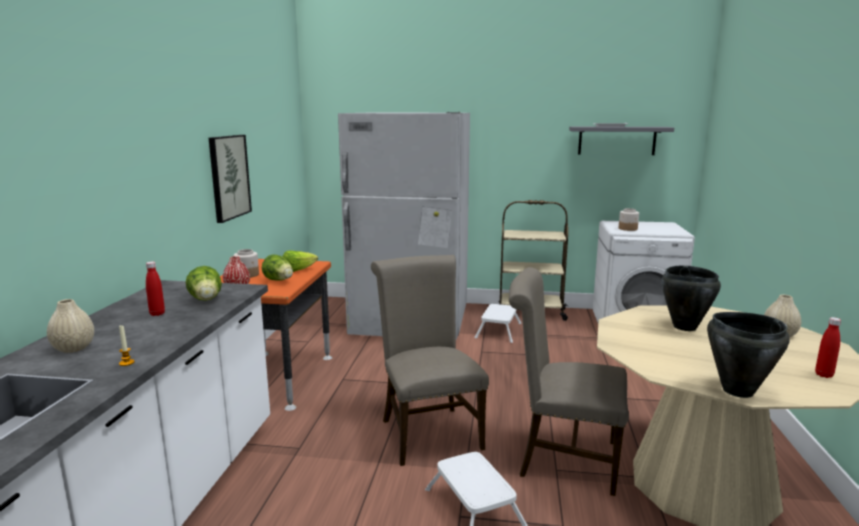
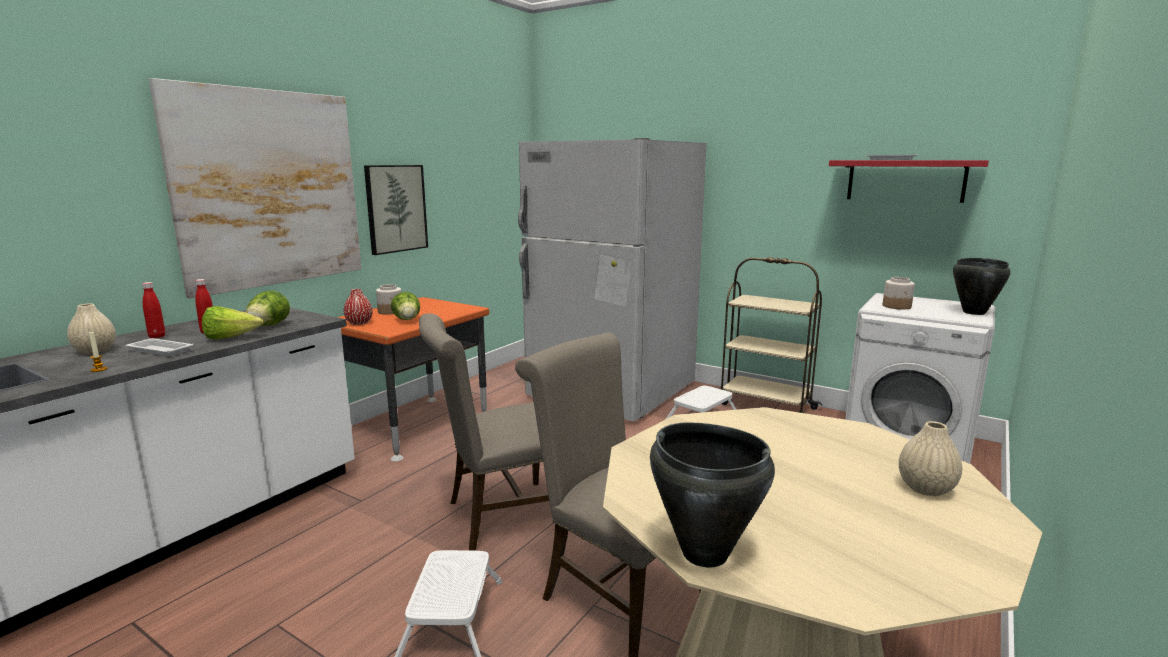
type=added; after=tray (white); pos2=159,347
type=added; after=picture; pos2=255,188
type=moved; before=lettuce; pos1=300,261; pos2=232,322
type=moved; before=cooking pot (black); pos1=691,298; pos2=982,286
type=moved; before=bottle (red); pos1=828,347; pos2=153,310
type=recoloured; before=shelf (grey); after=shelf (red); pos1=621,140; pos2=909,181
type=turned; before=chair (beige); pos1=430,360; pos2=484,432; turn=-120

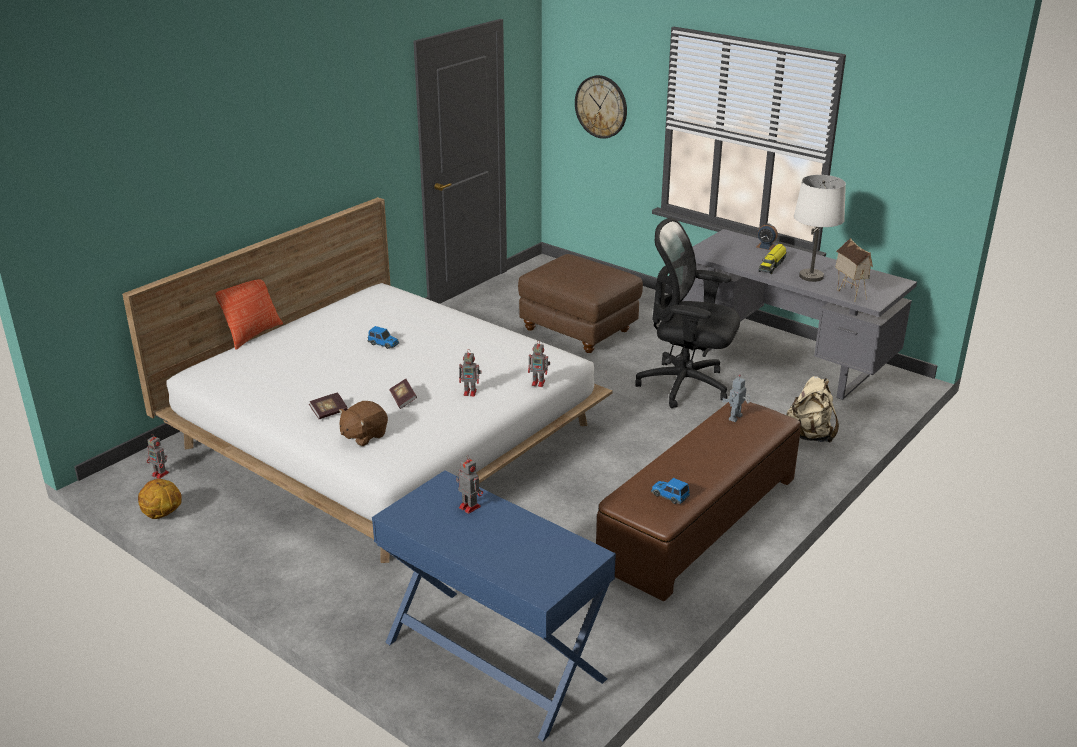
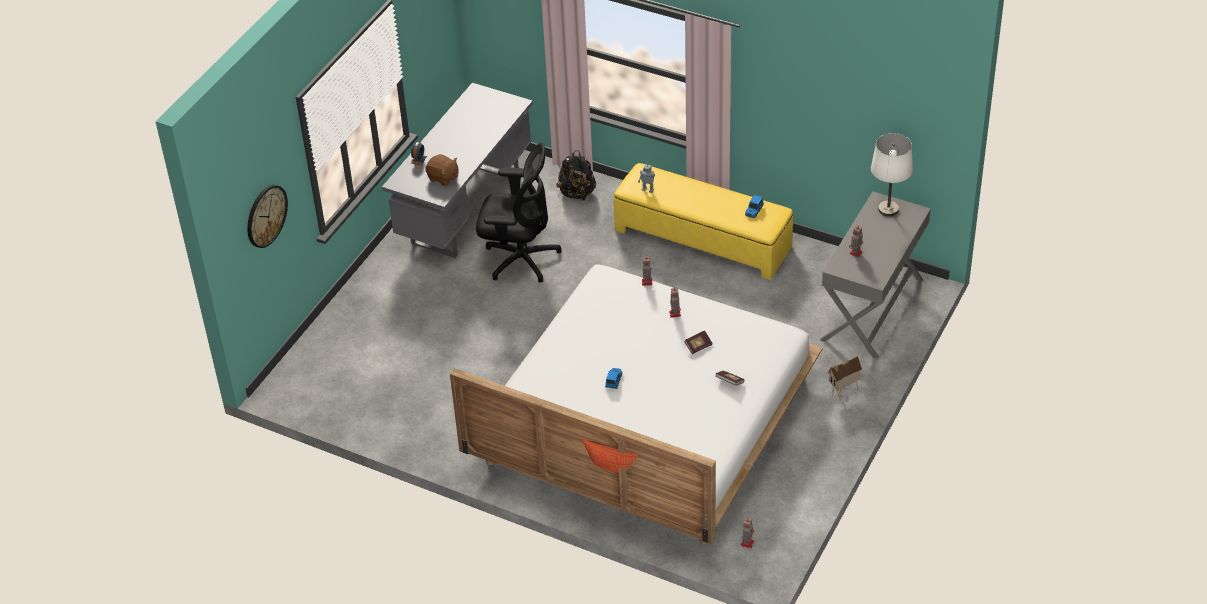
type=removed; before=basketball; pos1=160,499
type=removed; before=ottoman (brown); pos1=580,303
type=removed; before=toy truck; pos1=772,259
type=moved; before=plush toy (brown); pos1=363,423; pos2=442,170
type=moved; before=table lamp (white); pos1=820,228; pos2=892,174
type=moved; before=toy house; pos1=854,270; pos2=845,378
type=recoloured; before=console table (blue); after=console table (grey); pos1=494,605; pos2=875,275
type=recoloured; before=bench (brown); after=bench (yellow); pos1=698,500; pos2=703,221
type=recoloured; before=backpack (beige); after=backpack (black); pos1=812,409; pos2=576,175
type=turned; before=office chair (black); pos1=687,313; pos2=518,213; turn=-90

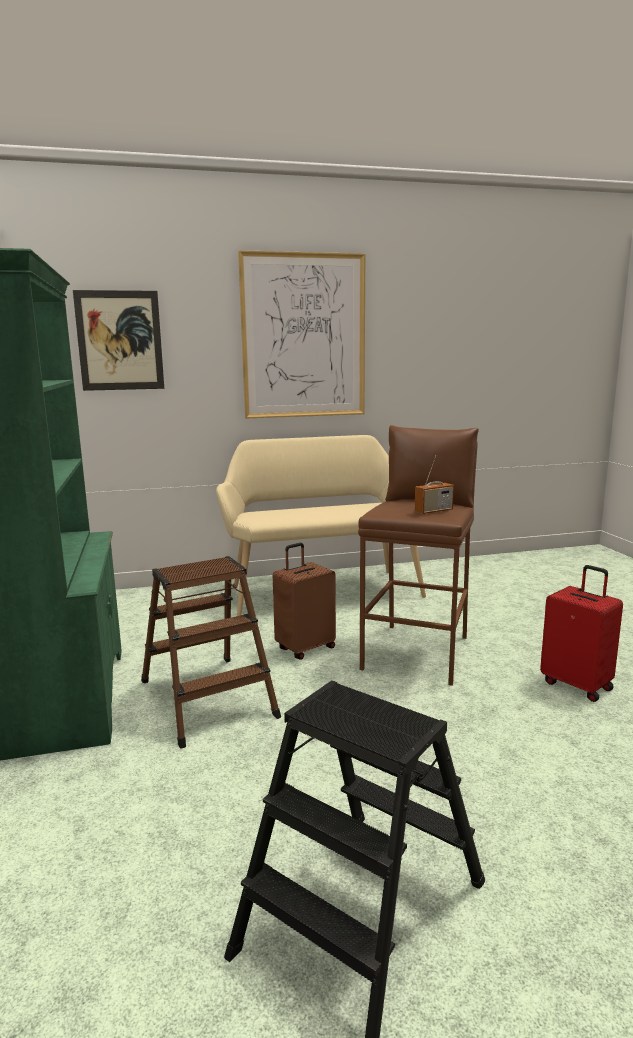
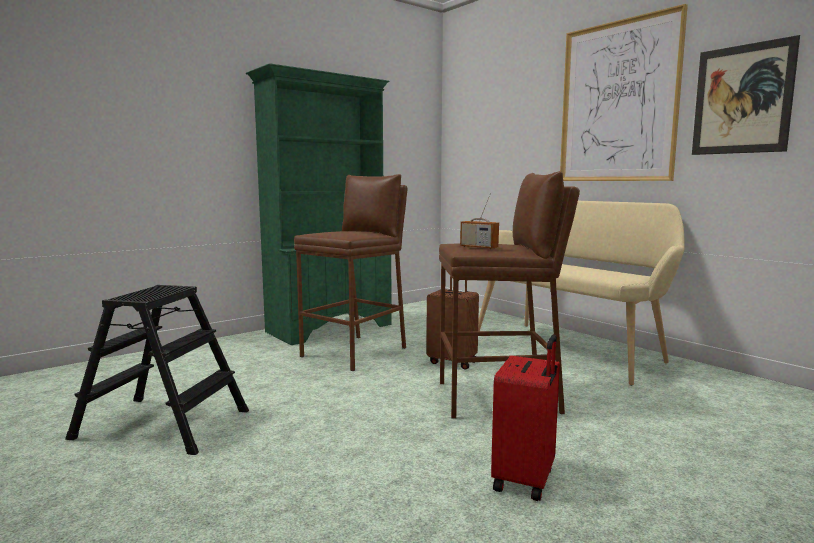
type=moved; before=picture; pos1=118,340; pos2=746,95
type=replaced; before=step ladder (brown); after=stool (brown); pos1=211,652; pos2=351,272

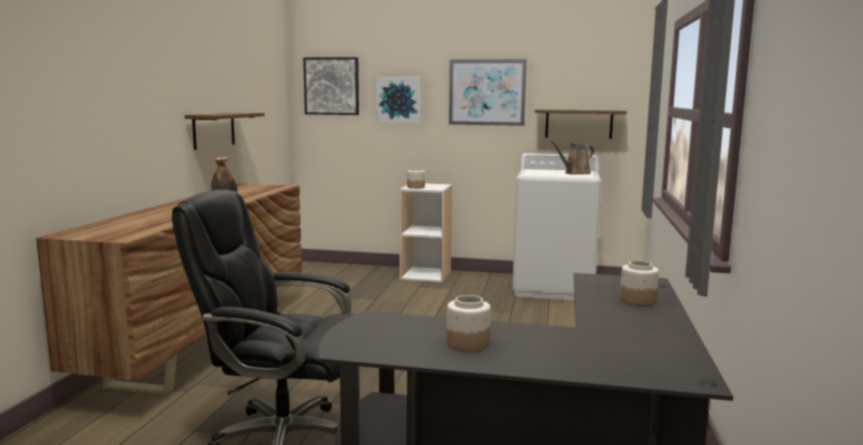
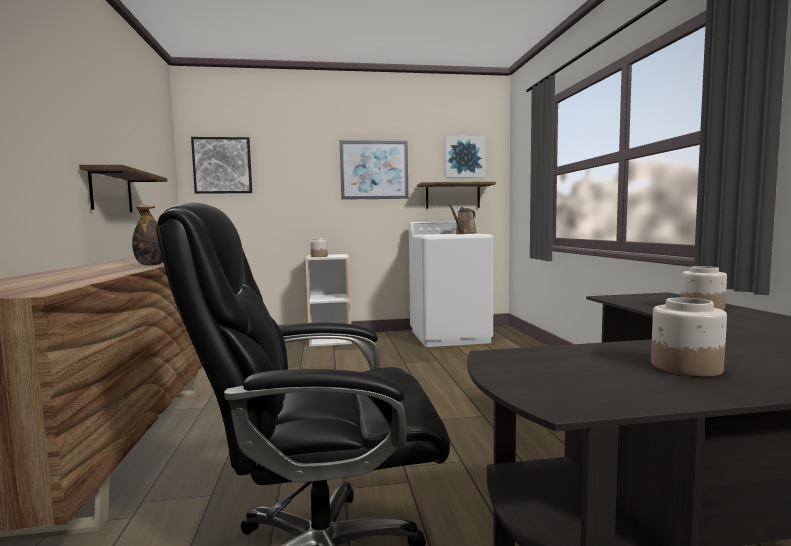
type=moved; before=picture; pos1=399,100; pos2=465,156

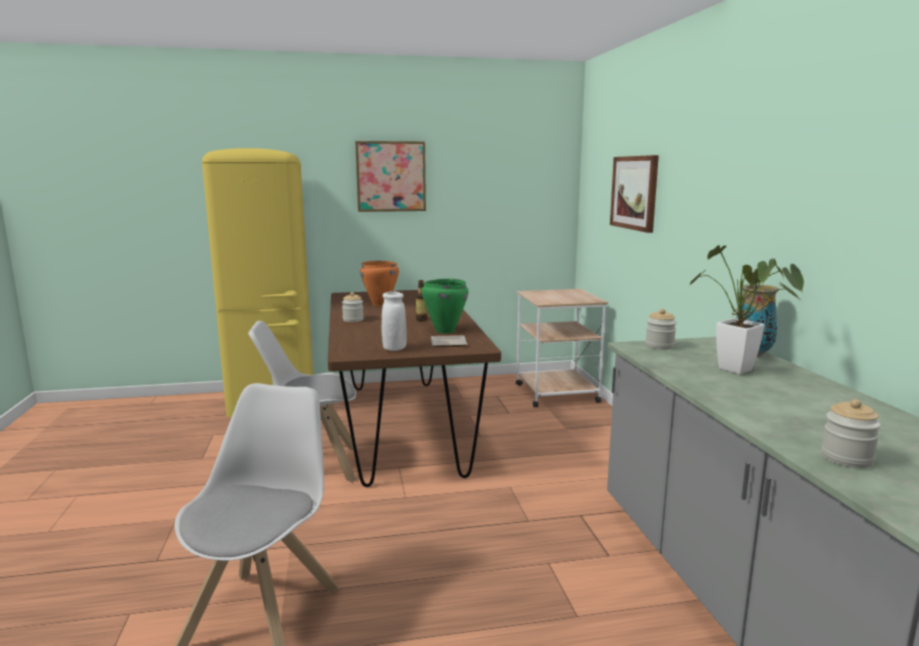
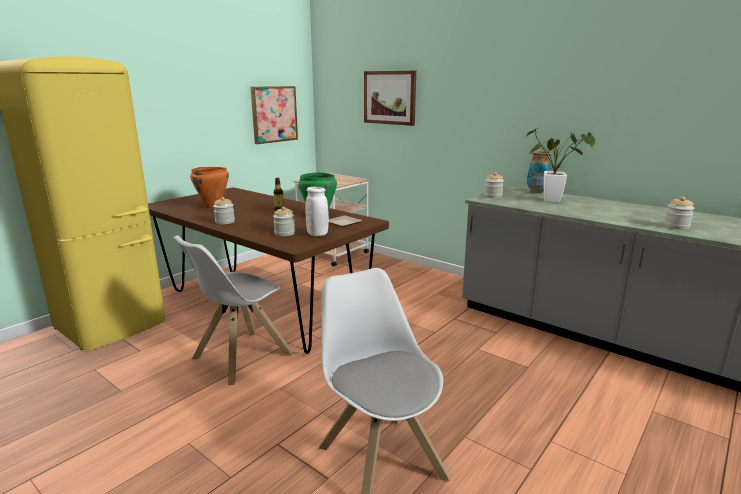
type=added; after=jar; pos2=284,221
type=moved; before=picture; pos1=390,176; pos2=274,115

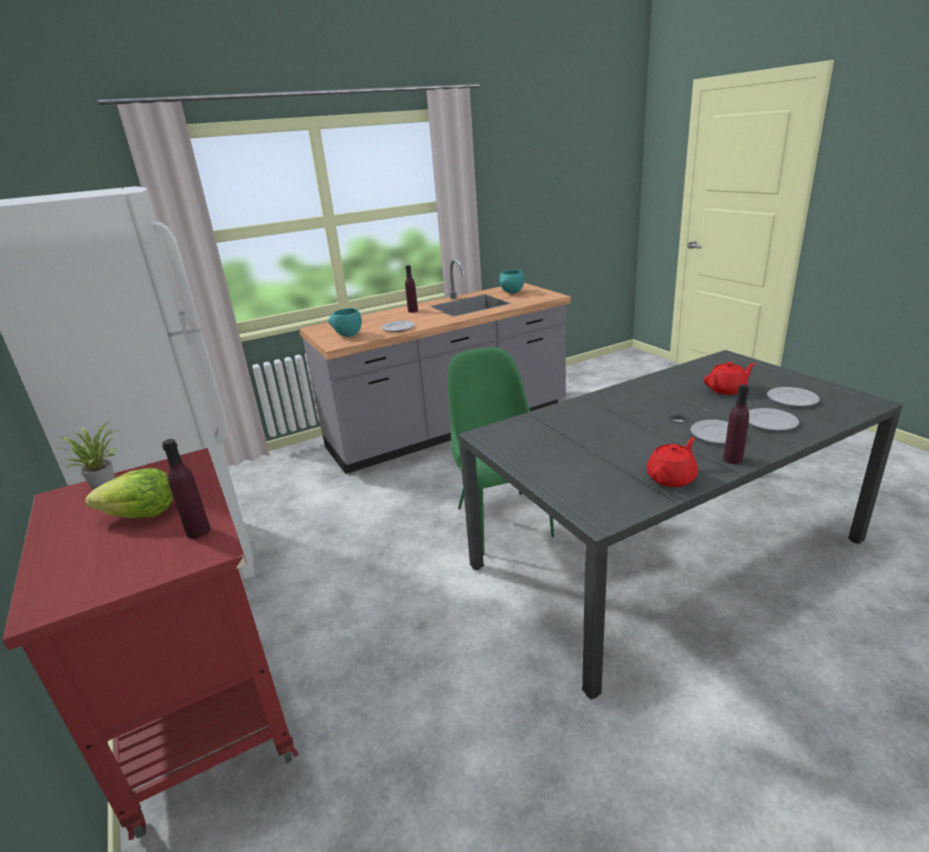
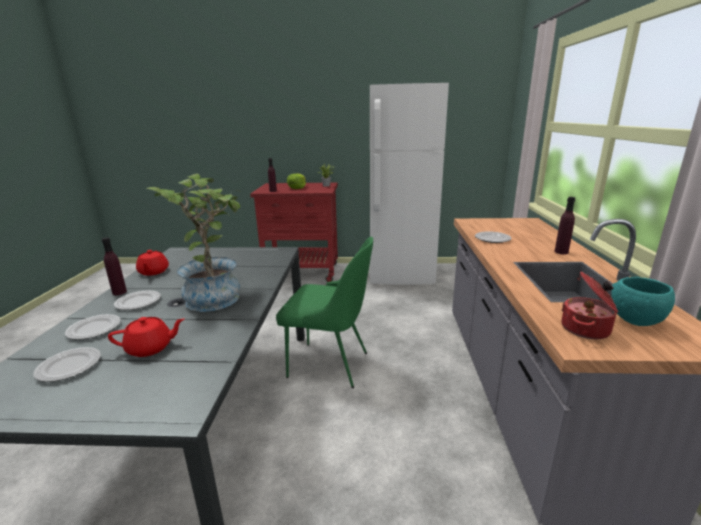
type=removed; before=bowl (turquoise); pos1=345,322
type=added; after=potted plant; pos2=193,243
type=added; after=cooking pot; pos2=589,305
type=turned; before=teapot (red); pos1=730,378; pos2=146,337; turn=-120

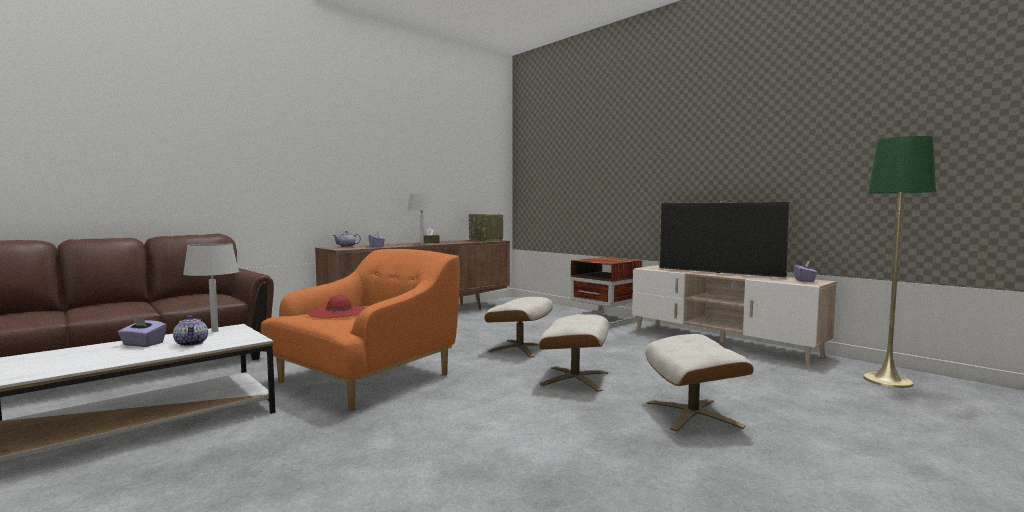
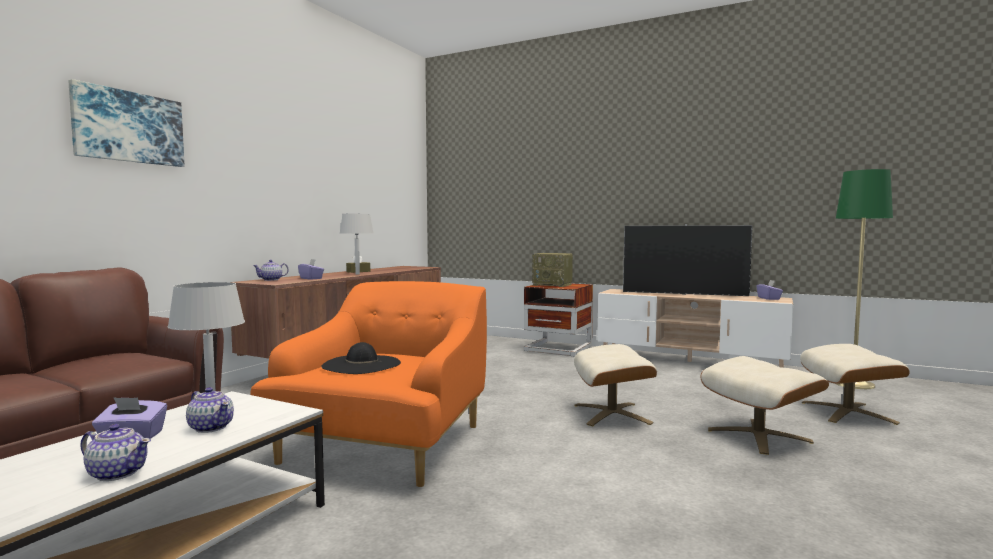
type=added; after=picture; pos2=126,123
type=added; after=teapot; pos2=115,452
type=moved; before=radio; pos1=486,228; pos2=552,270
type=moved; before=ottoman (beige); pos1=518,327; pos2=855,384
type=recoloured; before=hat (red); after=hat (black); pos1=336,306; pos2=361,358

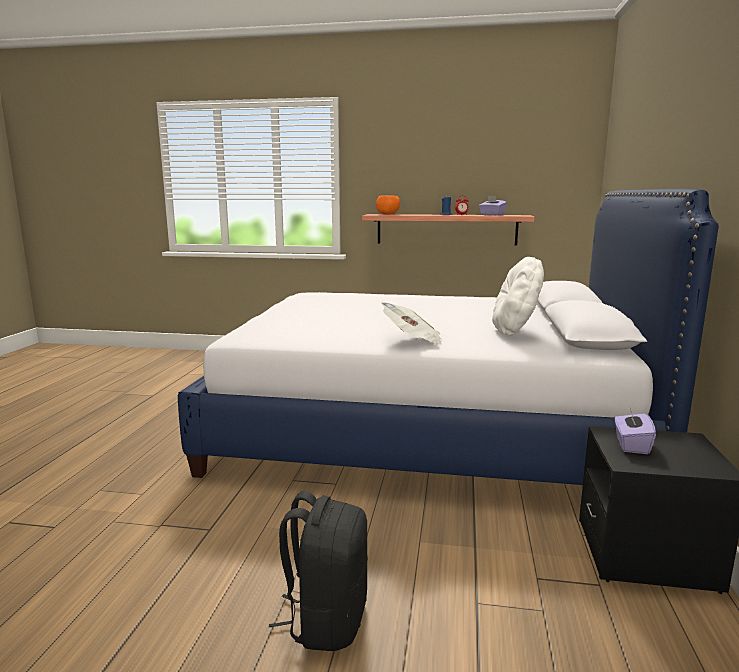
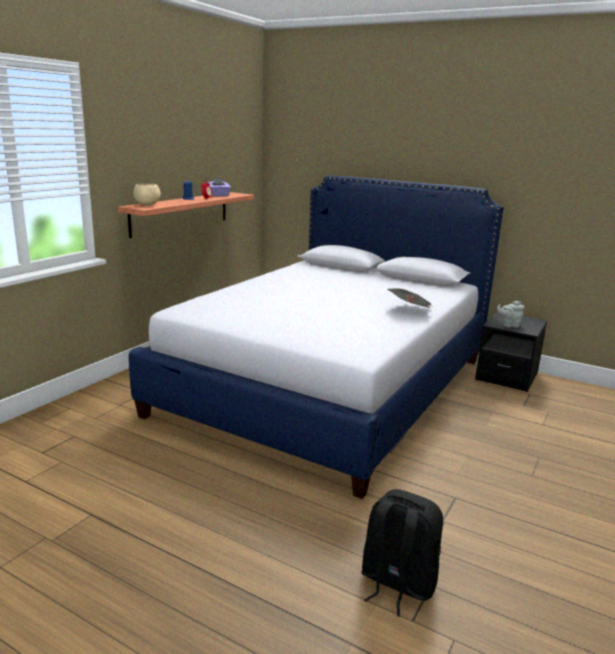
type=removed; before=pillow (white); pos1=518,296
type=moved; before=backpack (black); pos1=318,571; pos2=402,553
type=replaced; before=tissue box (purple); after=teapot (grey); pos1=635,429; pos2=510,314
type=recoloured; before=bowl (orange); after=bowl (beige); pos1=388,205; pos2=147,194

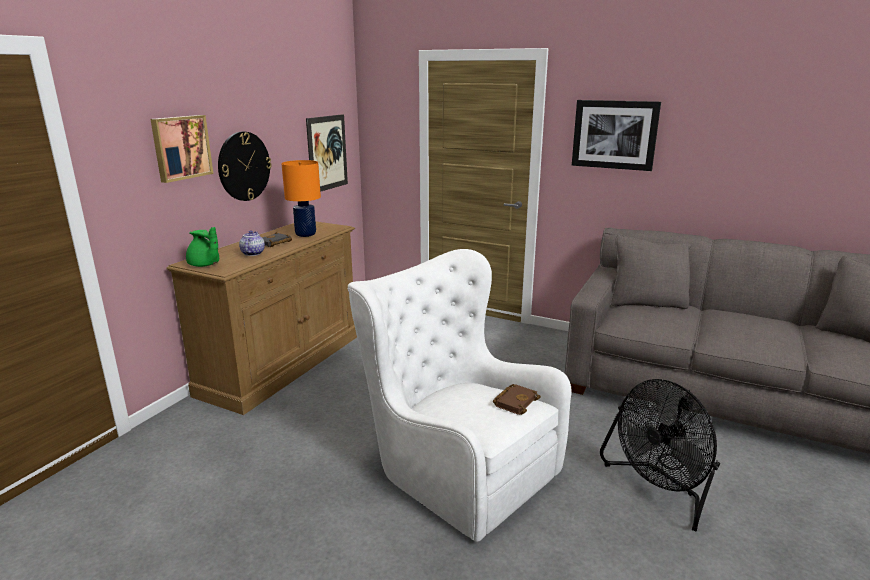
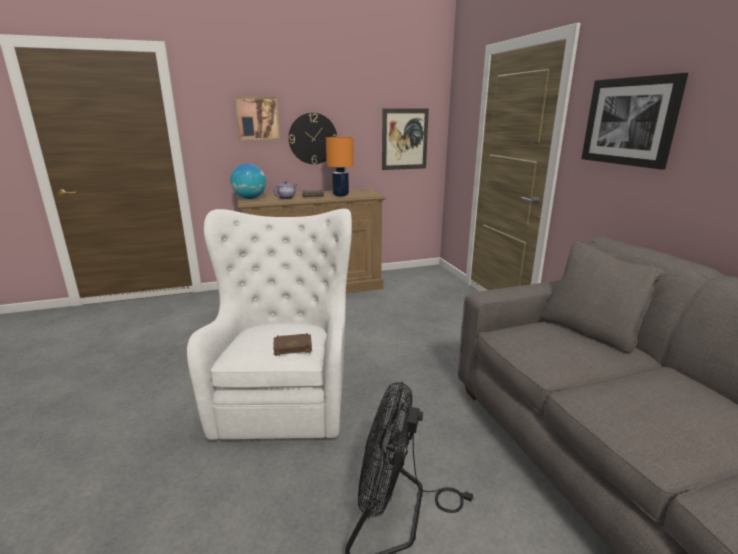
type=replaced; before=teapot (green); after=globe; pos1=202,247; pos2=248,181

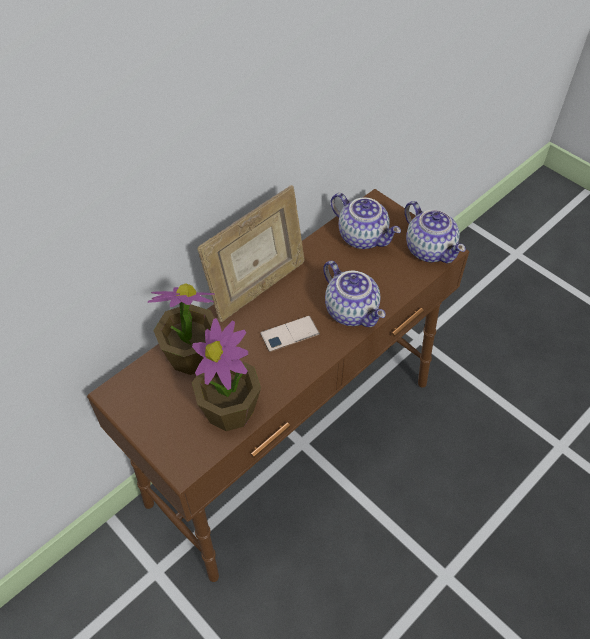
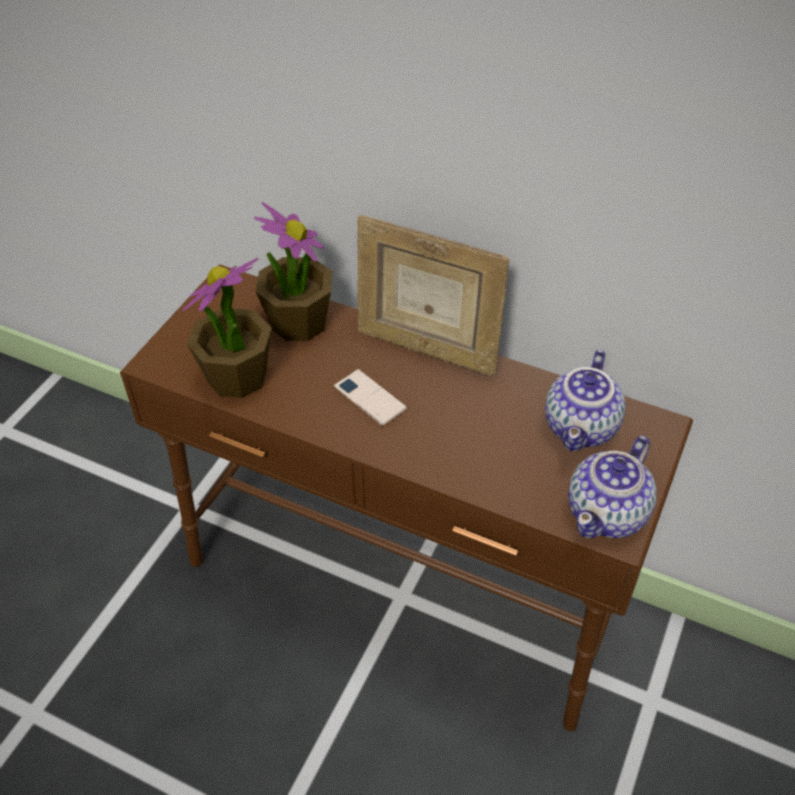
type=removed; before=teapot; pos1=354,294

